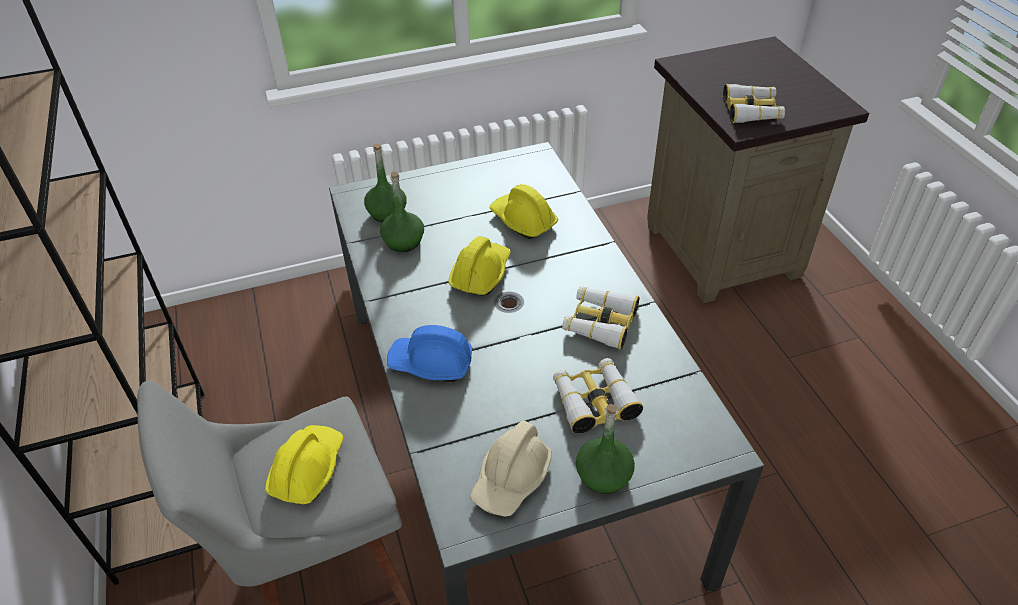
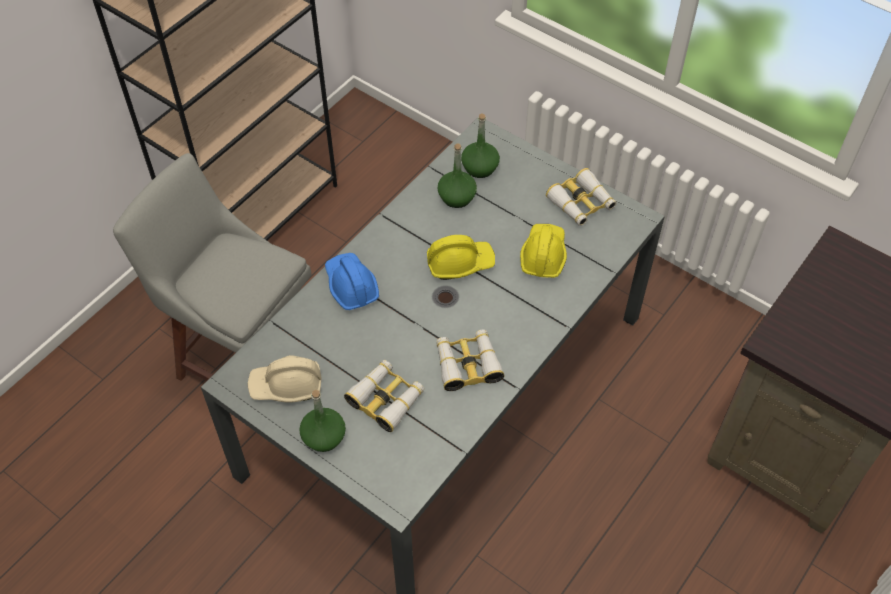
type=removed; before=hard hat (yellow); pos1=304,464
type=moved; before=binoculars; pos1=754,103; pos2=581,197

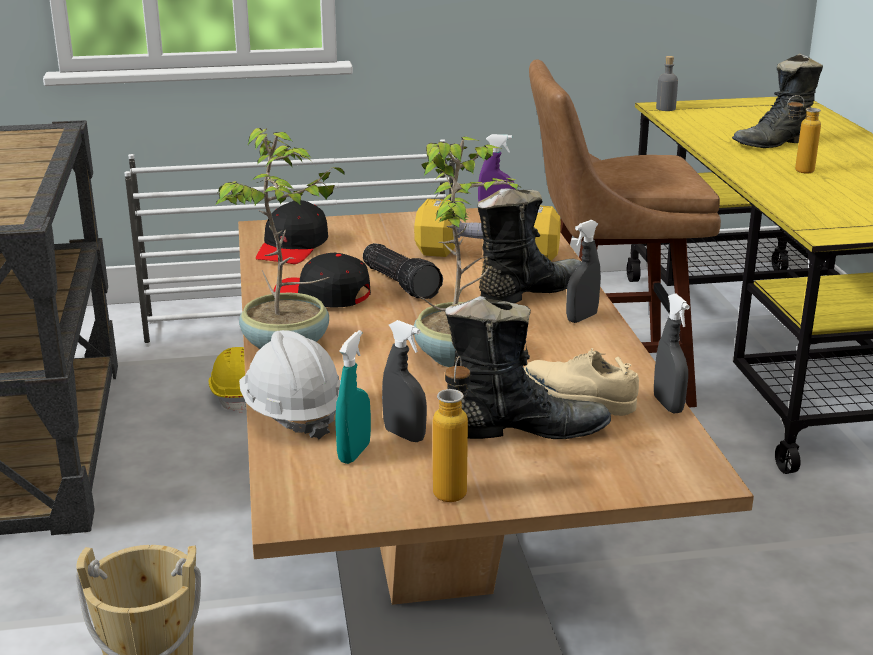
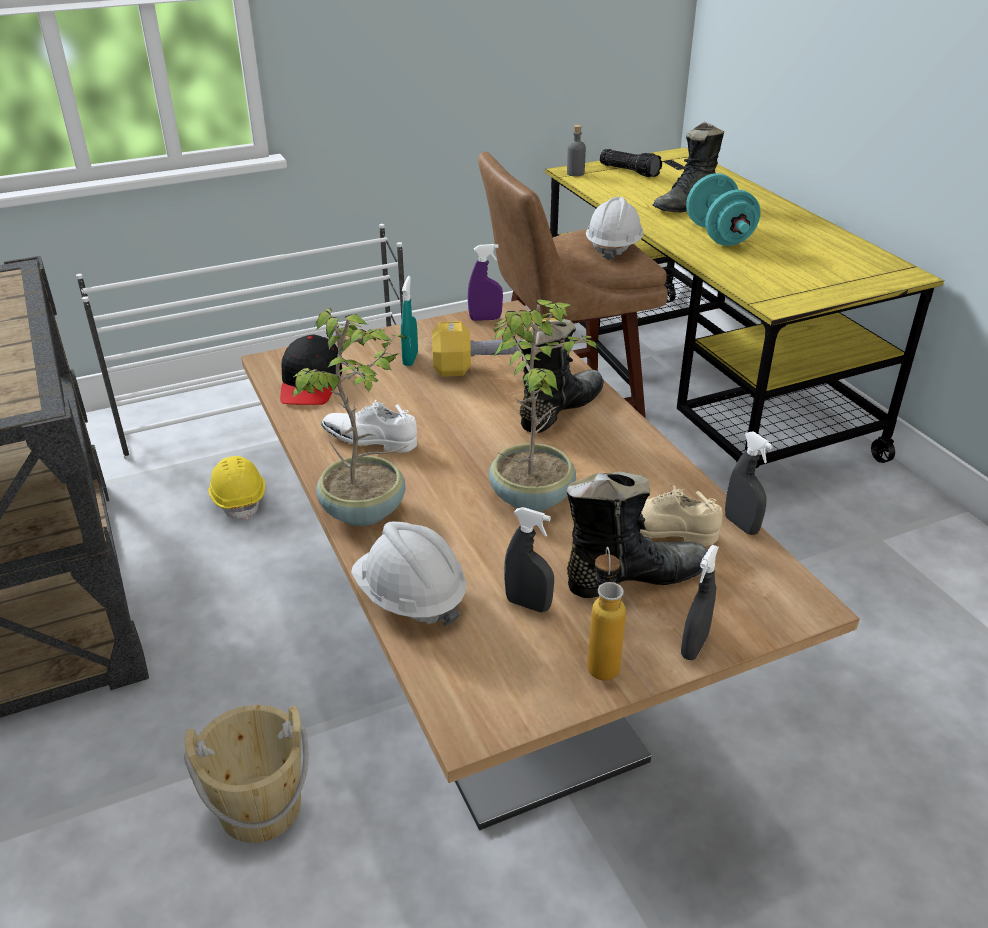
type=added; after=hard hat (white); pos2=614,229
type=moved; before=spray bottle (turquoise); pos1=353,397; pos2=409,321
type=moved; before=flashlight; pos1=403,271; pos2=631,163
type=moved; before=spray bottle (grey); pos1=583,271; pos2=700,602
type=replaced; before=cap (black); after=shoe (white); pos1=322,280; pos2=369,426
type=replaced; before=bottle; after=dumbbell (turquoise); pos1=804,134; pos2=723,209

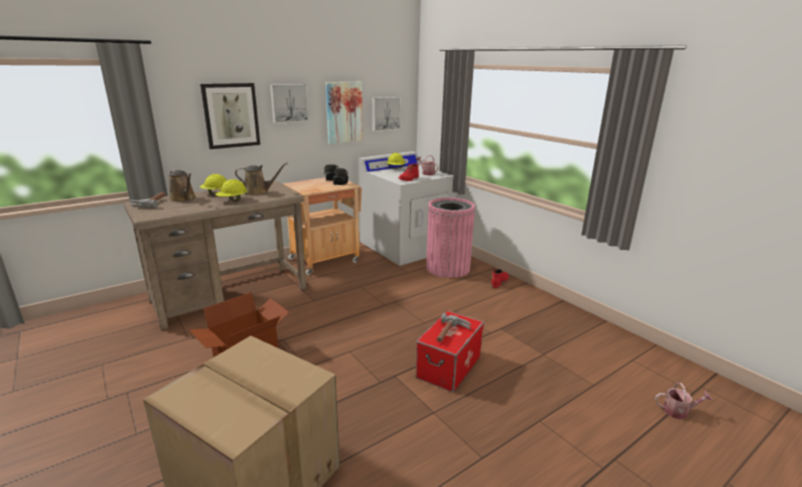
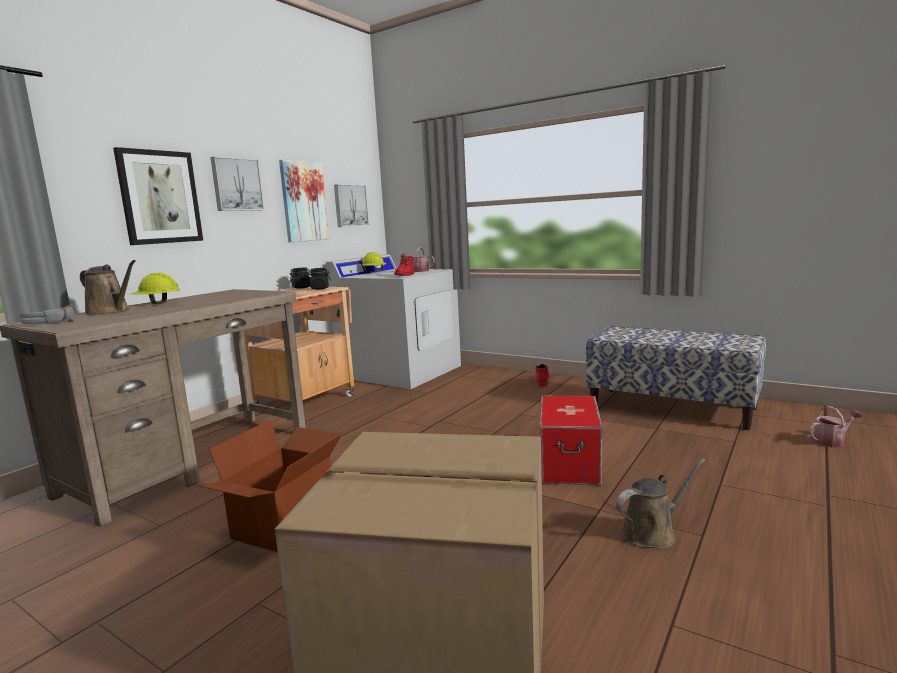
type=removed; before=hard hat (yellow); pos1=231,190
type=removed; before=trash can (pink); pos1=450,238
type=removed; before=hammer; pos1=454,327
type=added; after=bench; pos2=676,378
type=moved; before=watering can (brown); pos1=261,179; pos2=661,504

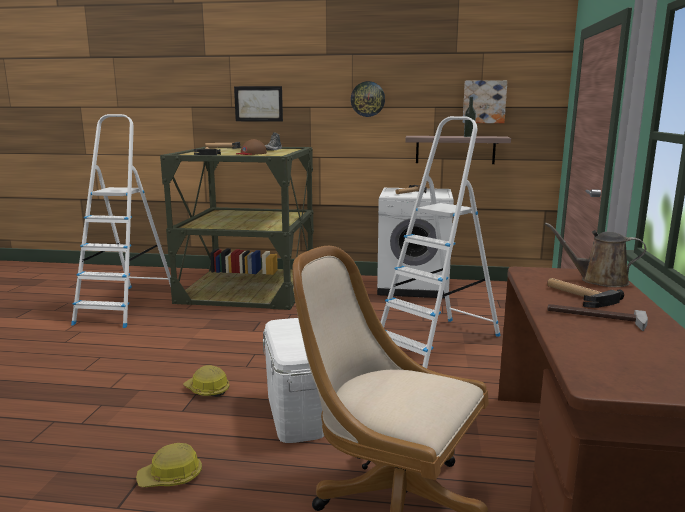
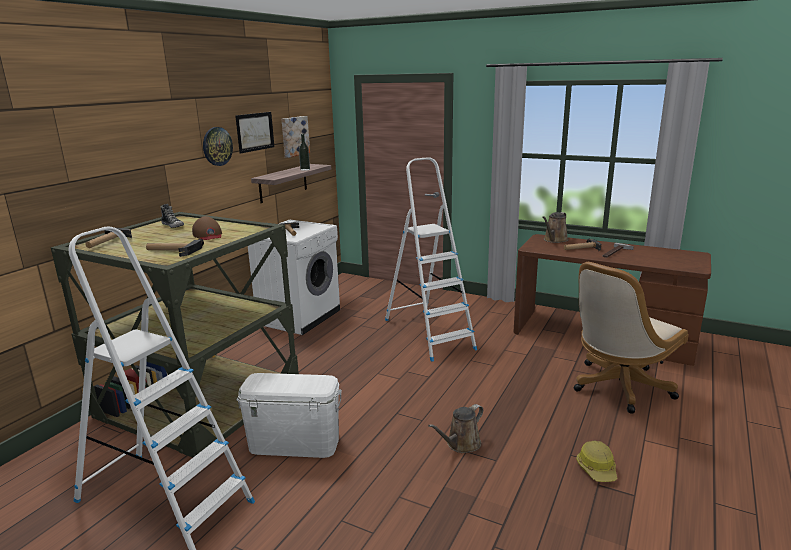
type=moved; before=picture; pos1=258,104; pos2=254,132
type=moved; before=storage box (white); pos1=293,380; pos2=289,415
type=replaced; before=hard hat; after=watering can (brown); pos1=206,381; pos2=455,428

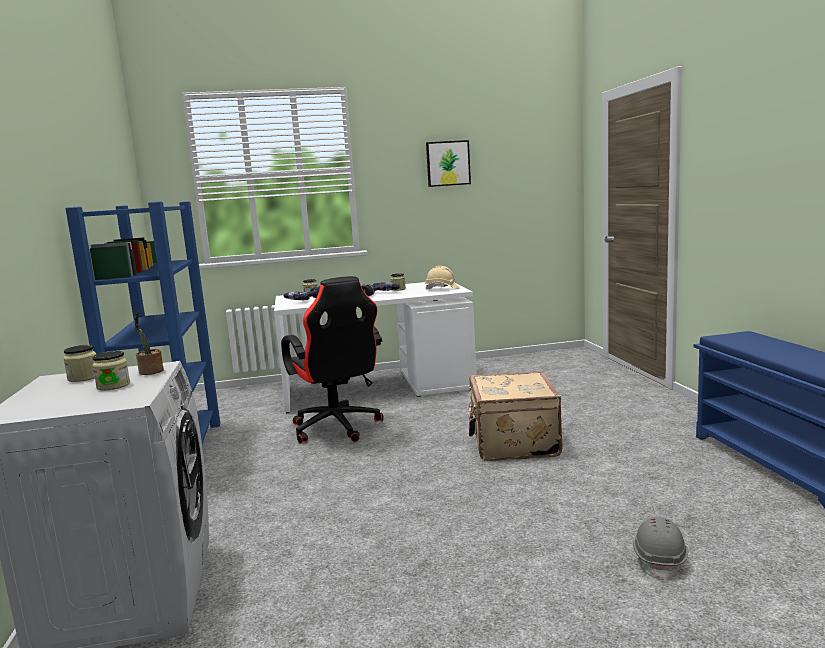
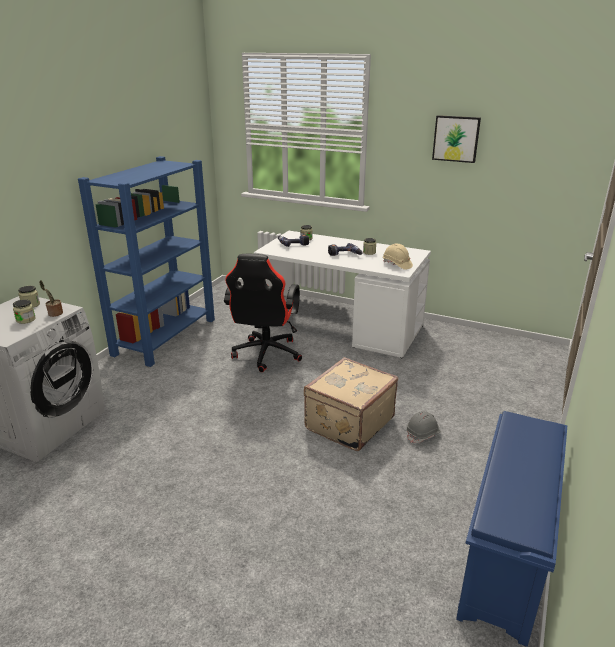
type=moved; before=hard hat (grey); pos1=660,548; pos2=423,427

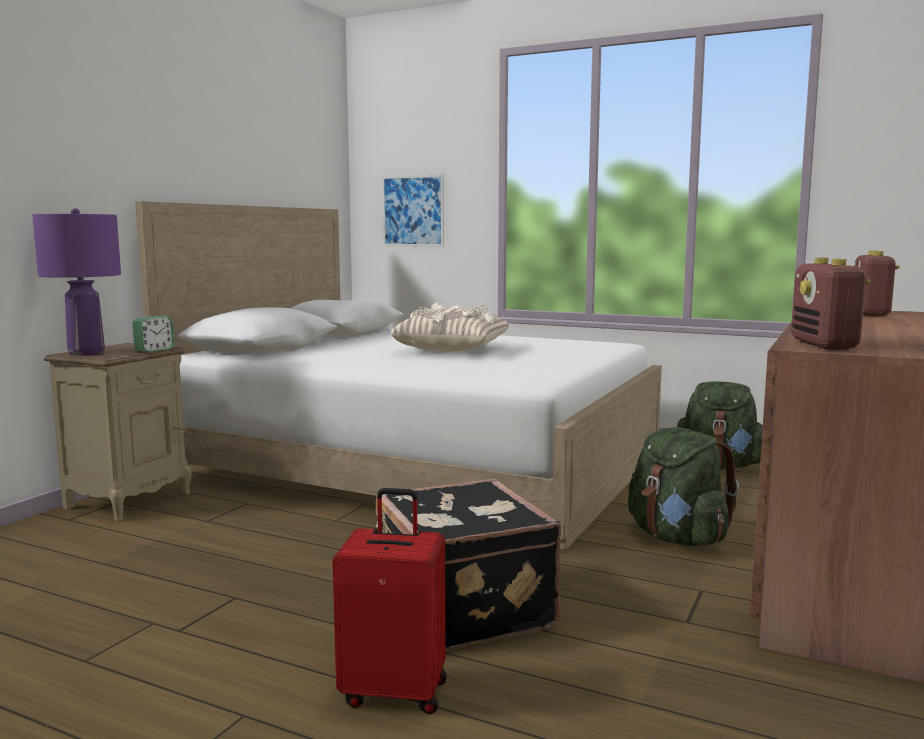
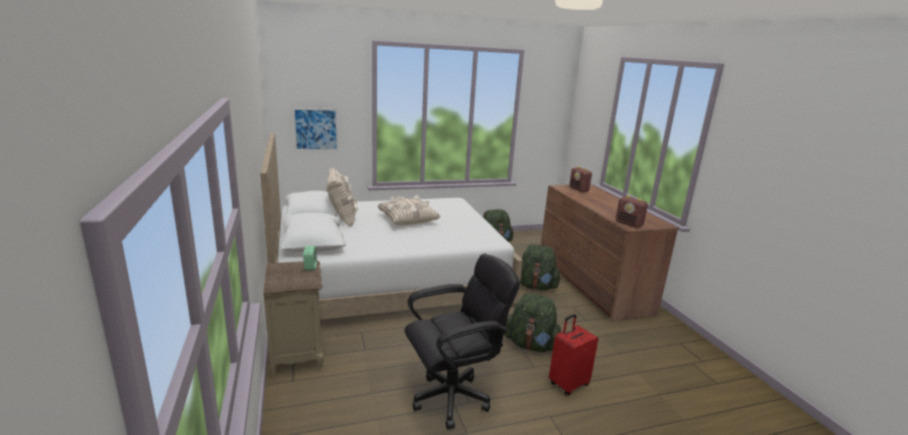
type=removed; before=table lamp (purple); pos1=76,282
type=added; after=pillow (beige); pos2=343,197
type=added; after=office chair (black); pos2=462,342
type=replaced; before=suitcase (black); after=backpack (green); pos1=468,565; pos2=532,322

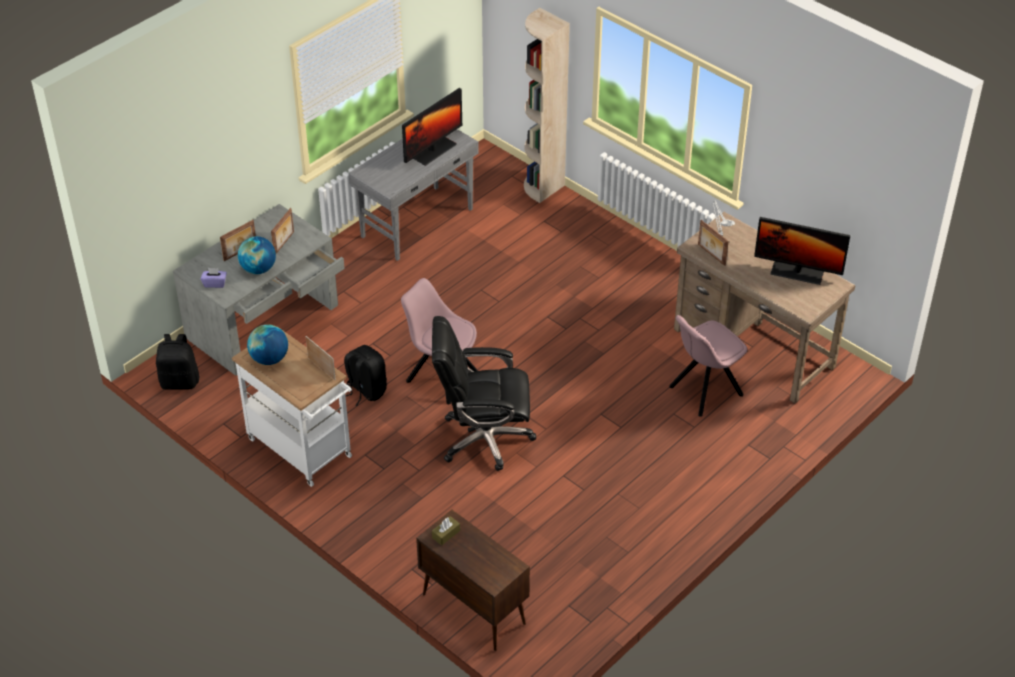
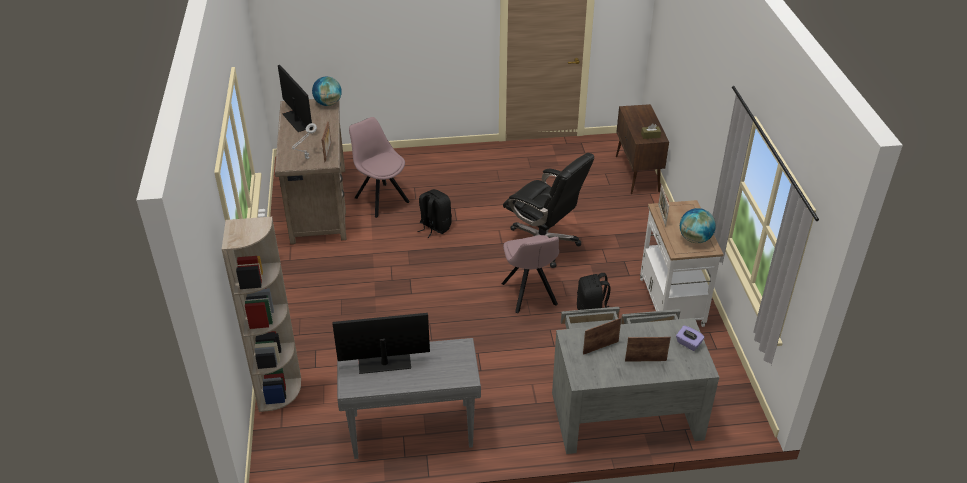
type=moved; before=backpack (black); pos1=177,361; pos2=434,213
type=moved; before=globe; pos1=257,255; pos2=327,91
type=turned; before=chair (pink); pos1=708,366; pos2=379,167; turn=-135

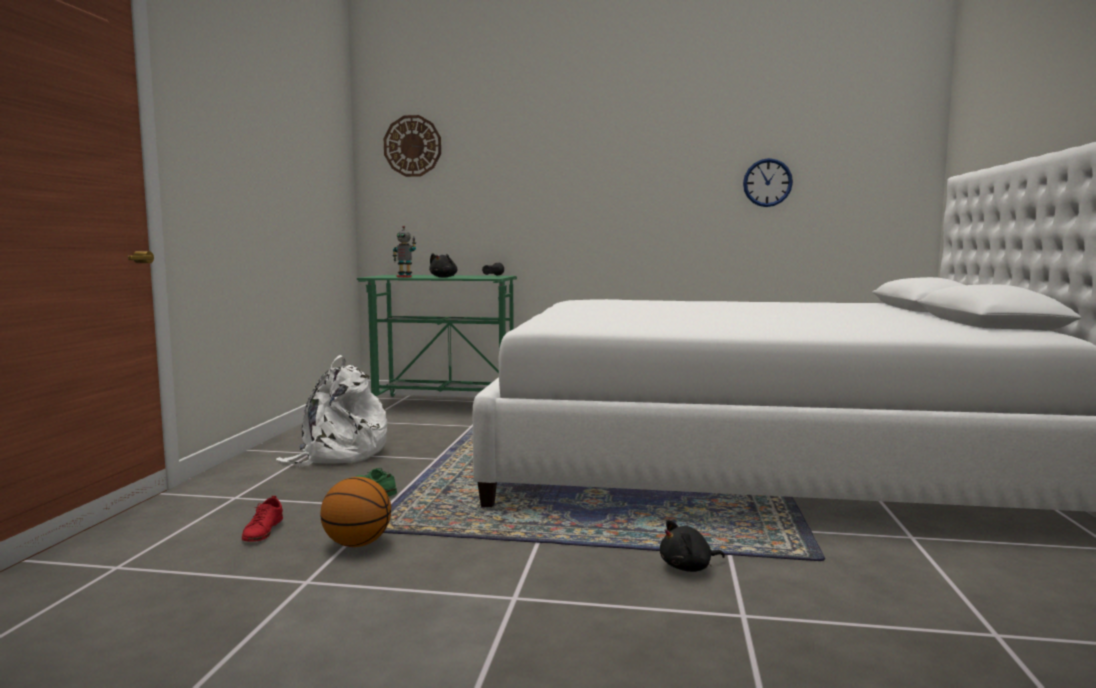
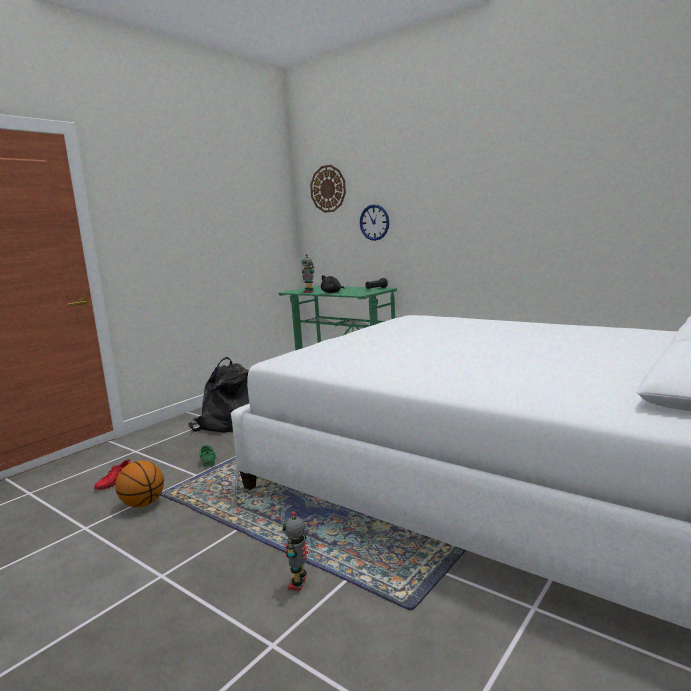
type=moved; before=wall clock; pos1=768,182; pos2=374,222
type=replaced; before=plush toy (black); after=toy robot; pos1=692,546; pos2=295,551
type=recoloured; before=backpack (white); after=backpack (black); pos1=331,411; pos2=218,395

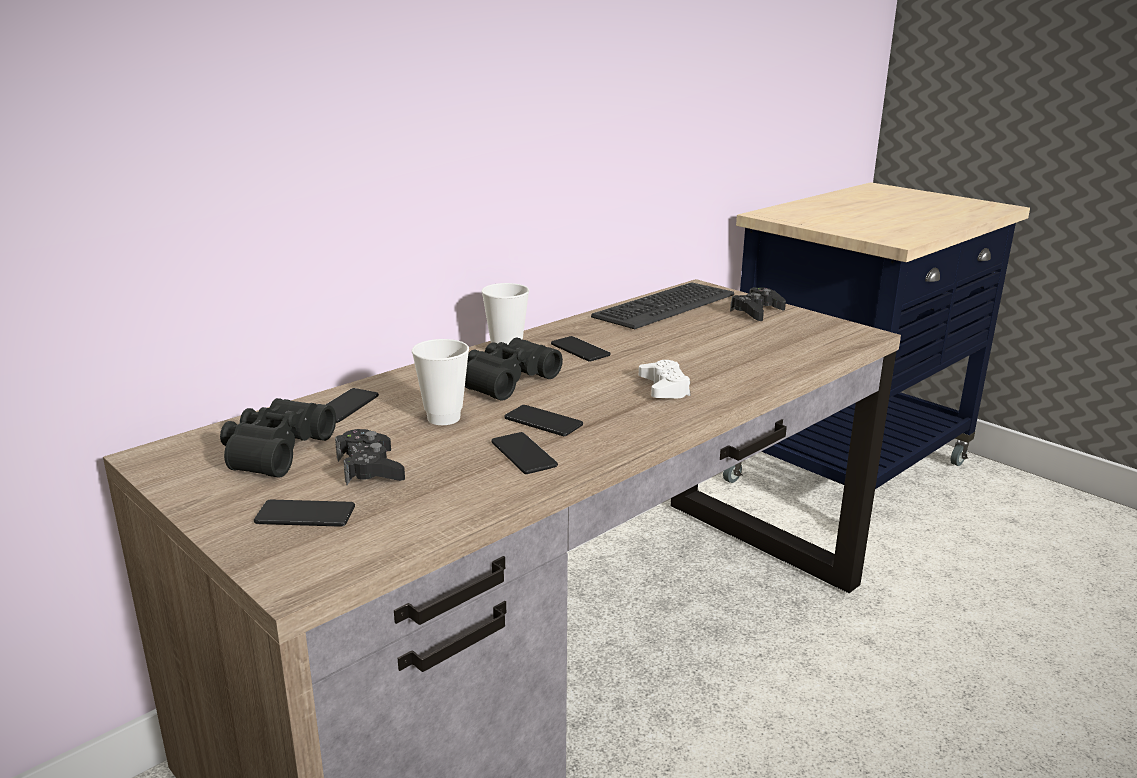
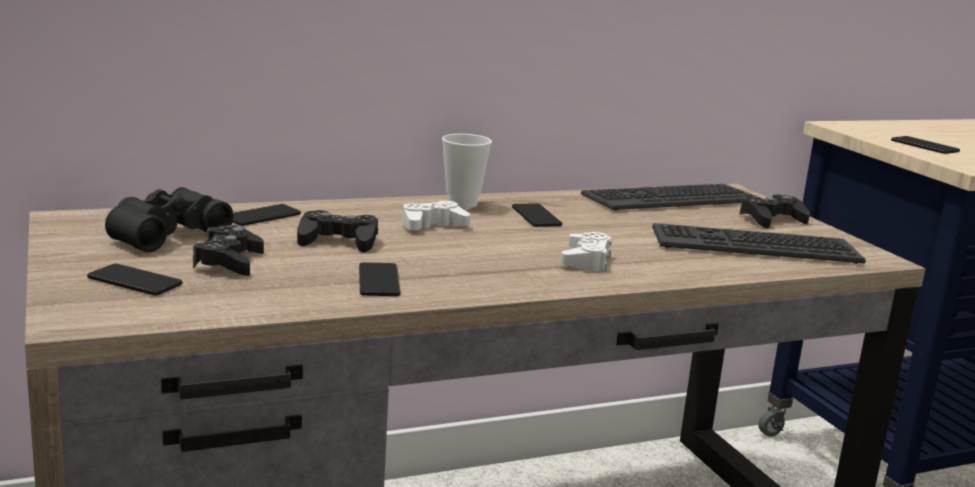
type=added; after=keyboard; pos2=759,243
type=moved; before=phone; pos1=543,420; pos2=925,145
type=replaced; before=cup; after=game controller (black); pos1=440,382; pos2=337,231
type=replaced; before=binoculars (black); after=game controller (white); pos1=514,369; pos2=436,215

